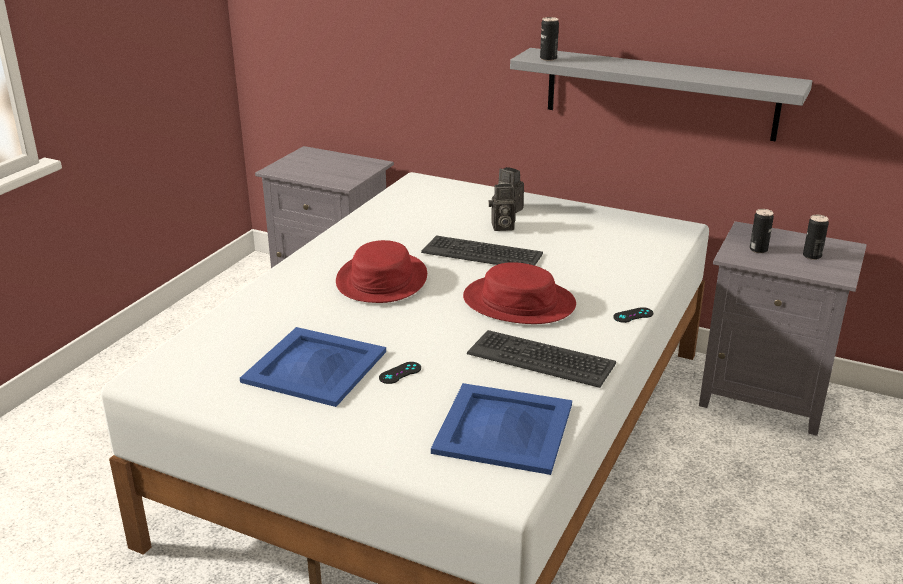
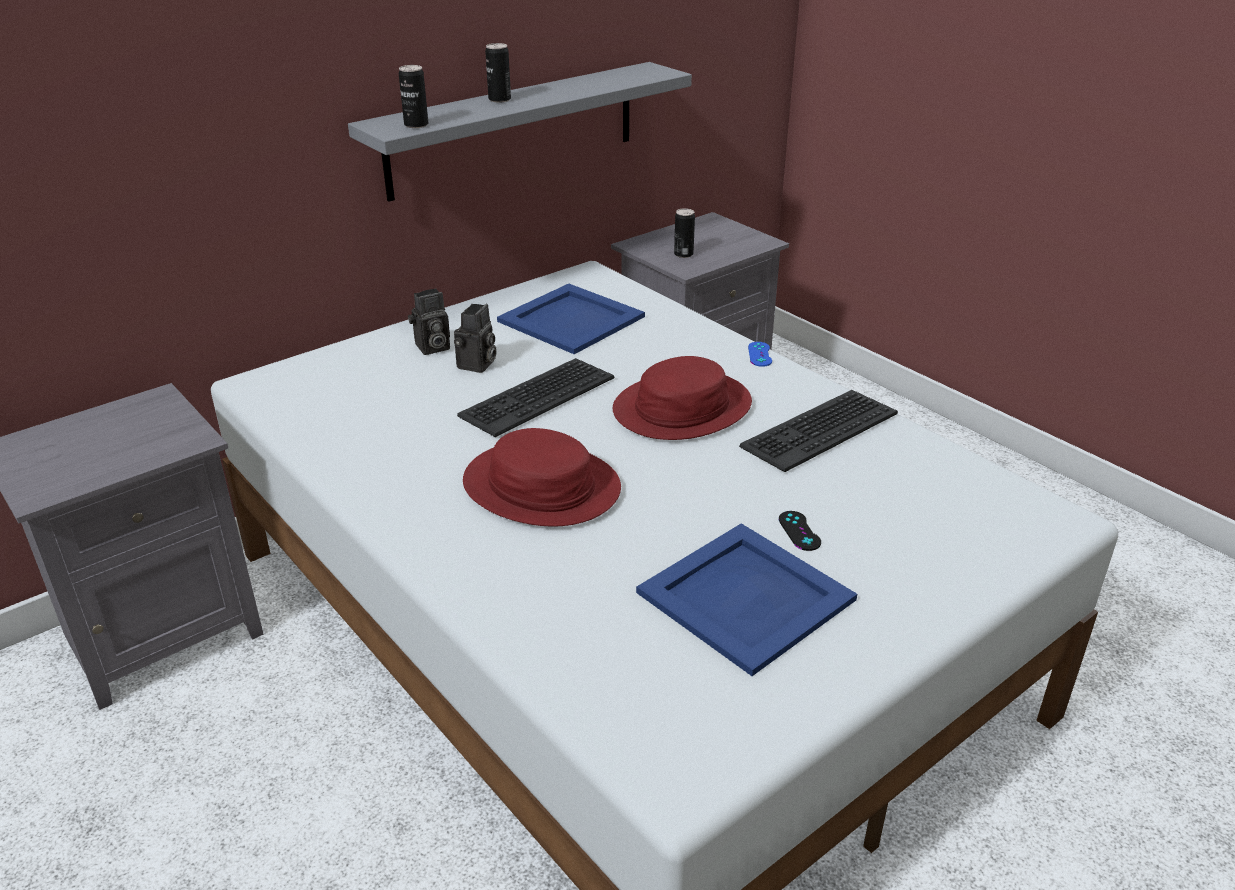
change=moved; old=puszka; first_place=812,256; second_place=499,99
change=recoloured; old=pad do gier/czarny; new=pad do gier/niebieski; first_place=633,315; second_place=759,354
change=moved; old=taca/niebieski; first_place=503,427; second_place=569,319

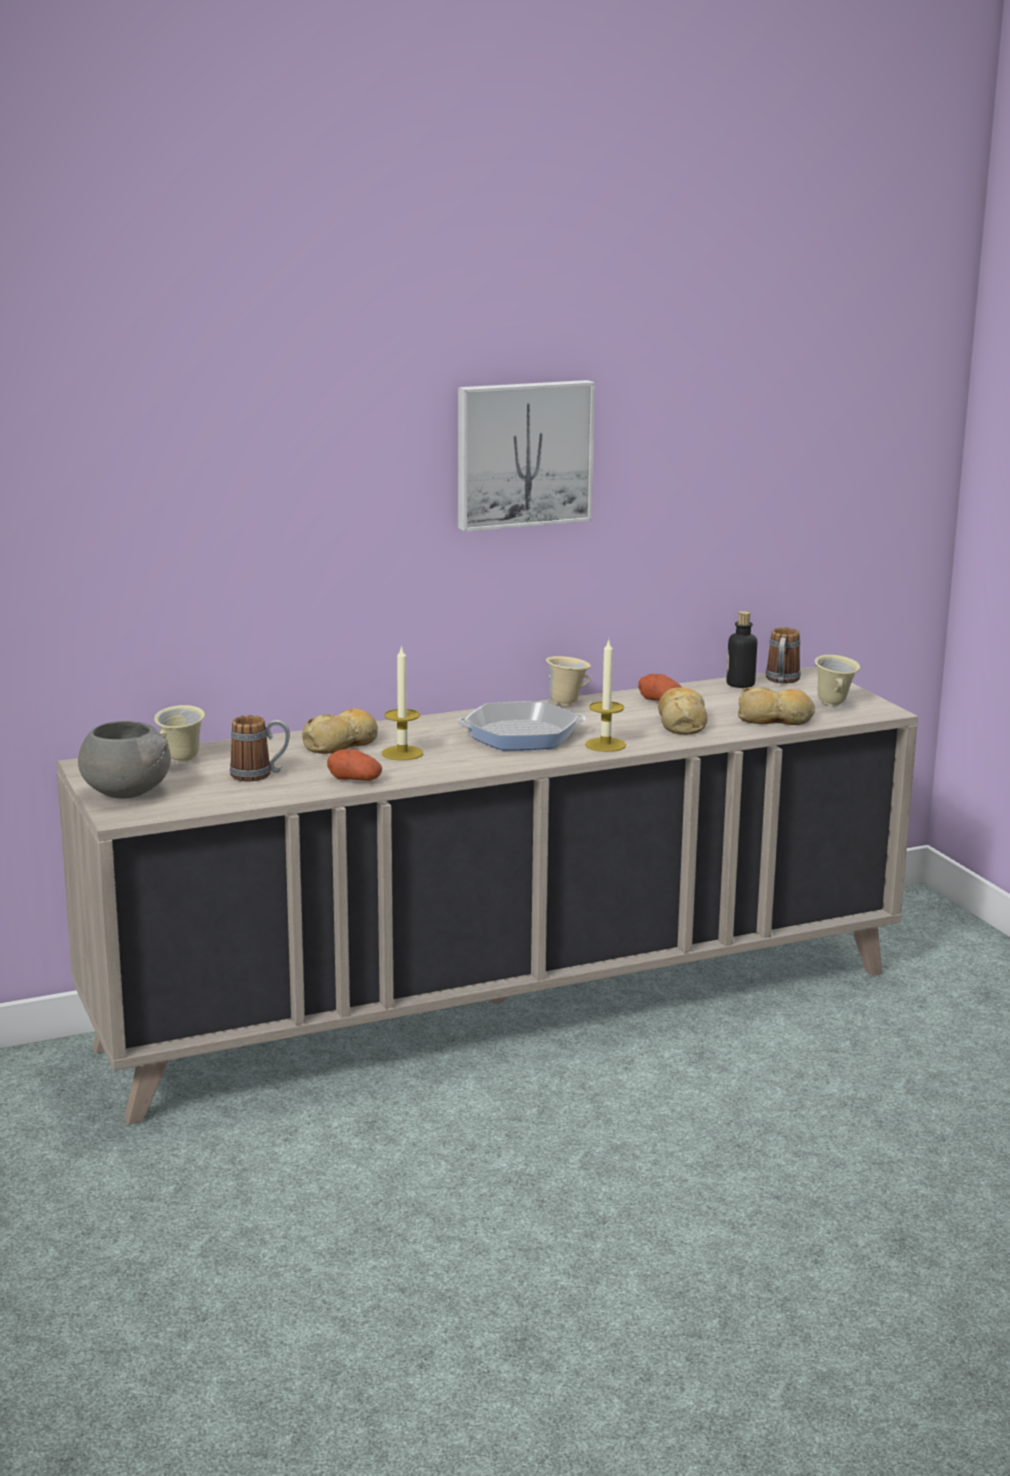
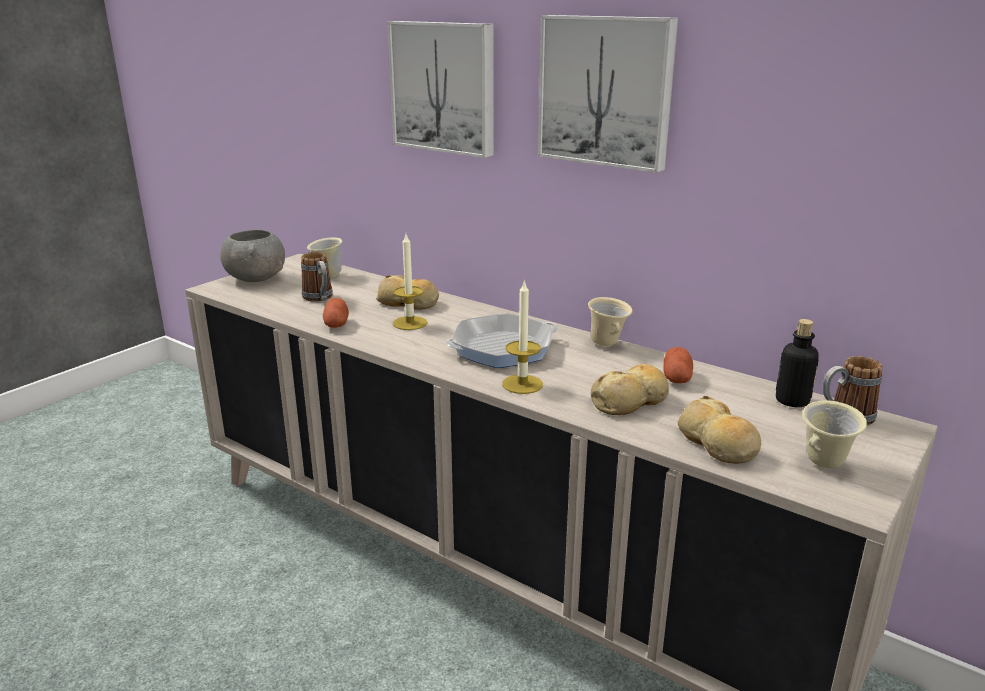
change=turned; old=patelnia; first_place=521,735; second_place=502,348; degrees=-75
change=added; new=obraz; second_place=445,87

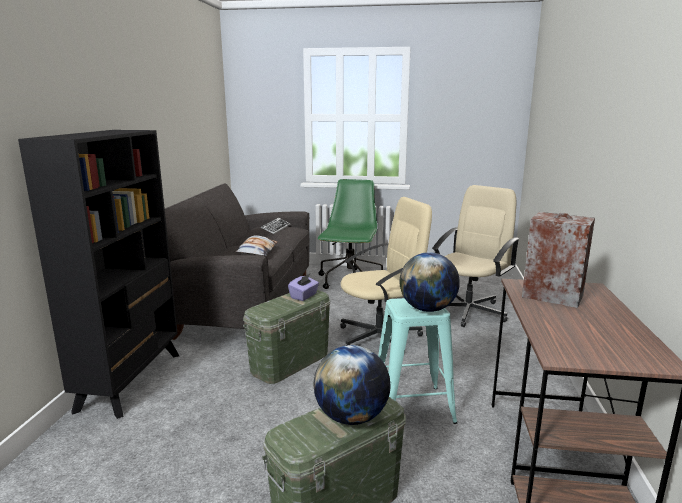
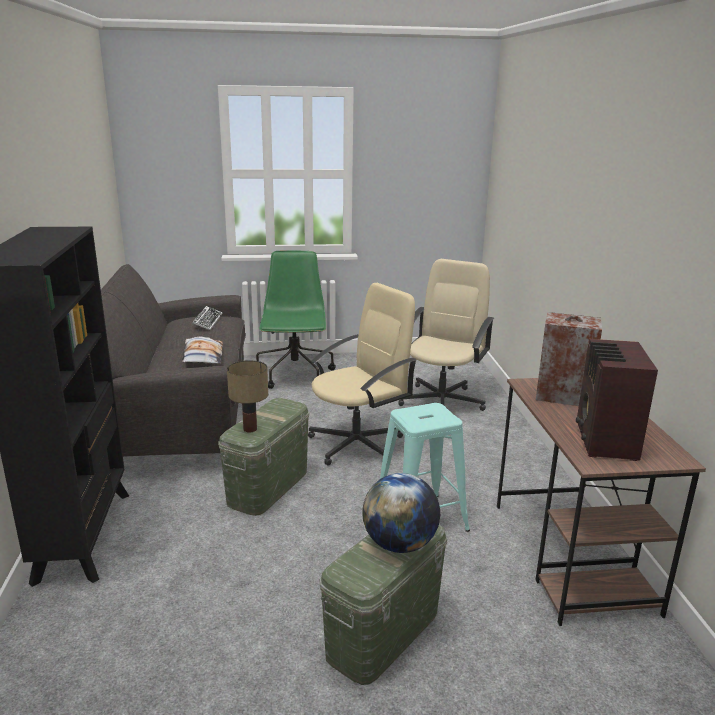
change=removed; old=globus; first_place=428,309
change=removed; old=pudełko chusteczek/fioletowy; first_place=304,296
change=added; new=radio; second_place=605,441
change=added; new=lampa stołowa; second_place=250,429

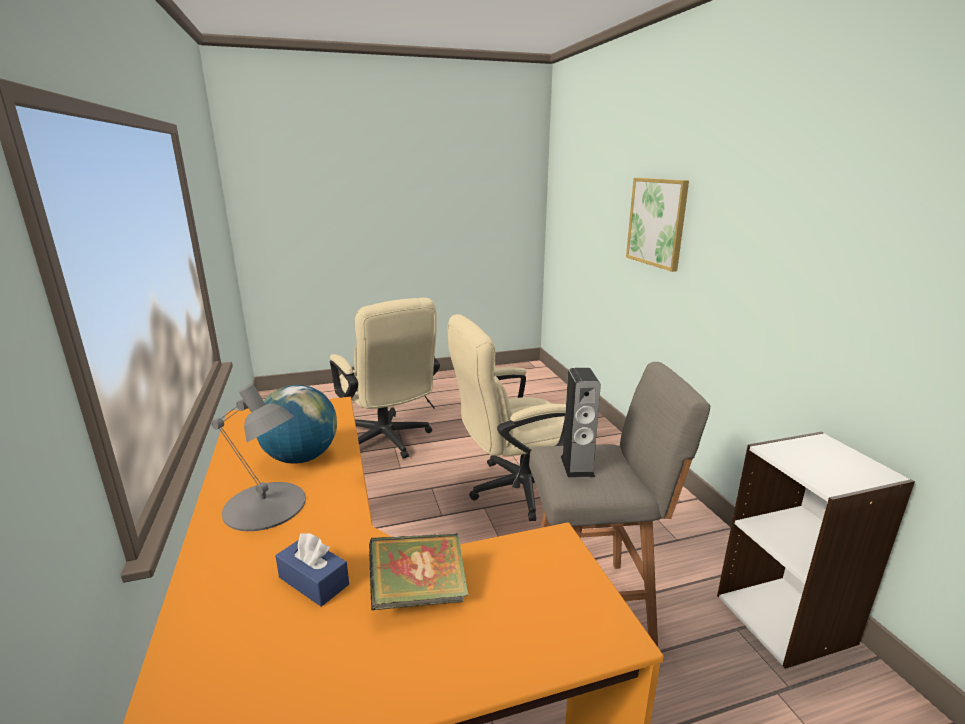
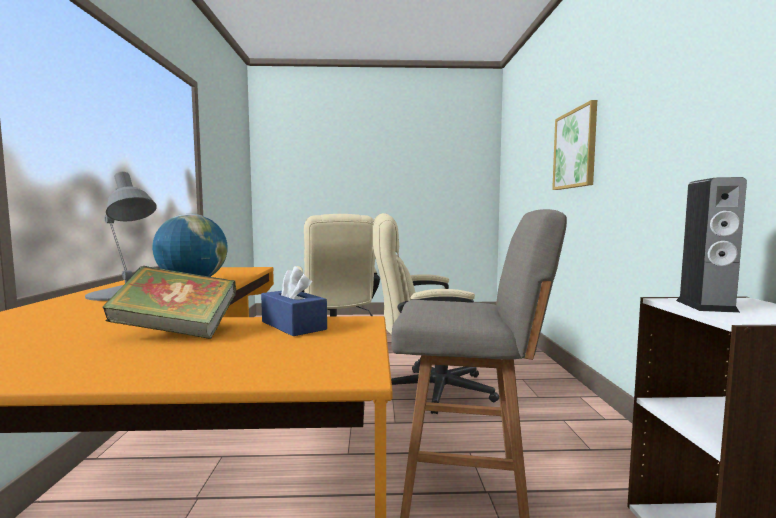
change=moved; old=głośnik; first_place=577,466; second_place=705,306
change=moved; old=pudełko chusteczek/niebieski; first_place=314,581; second_place=293,325

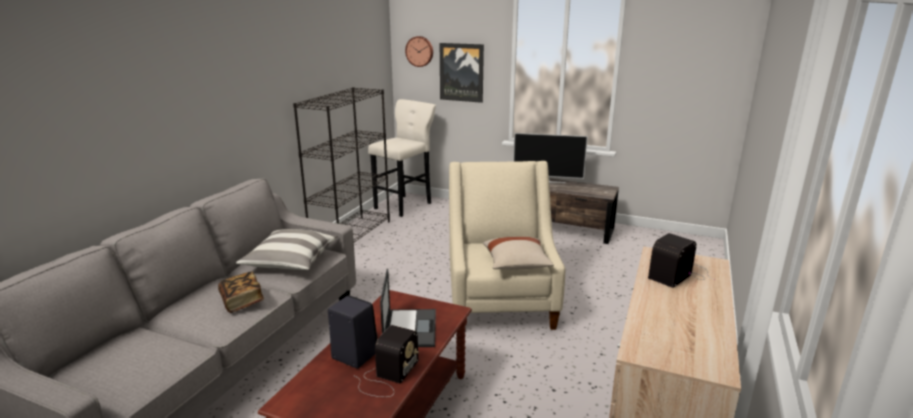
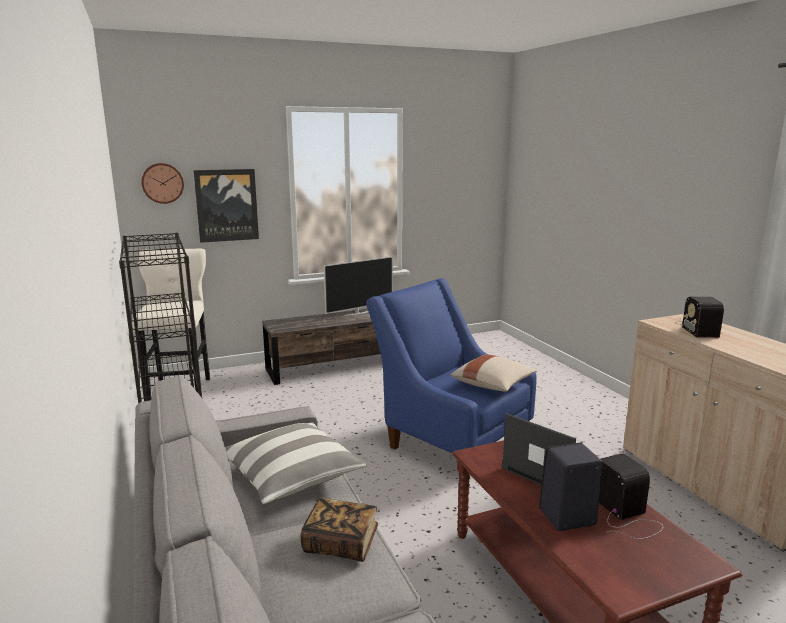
change=recoloured; old=fotel/beżowy; new=fotel/niebieski; first_place=500,302; second_place=450,440

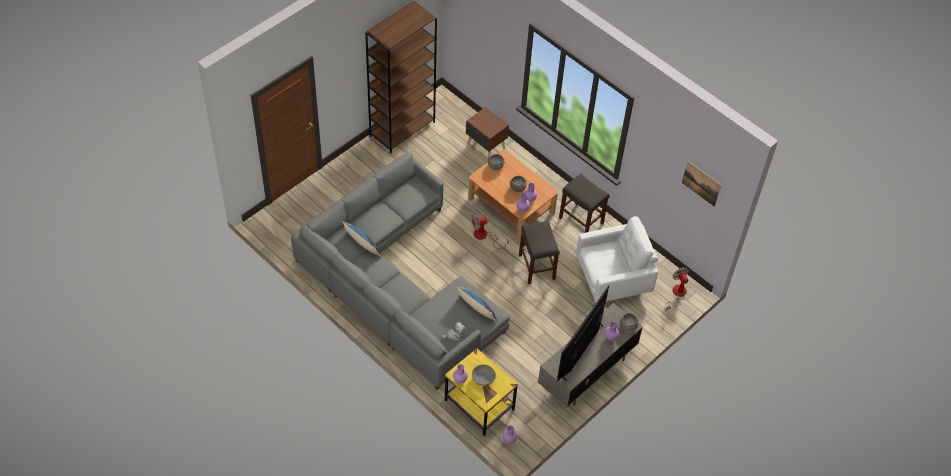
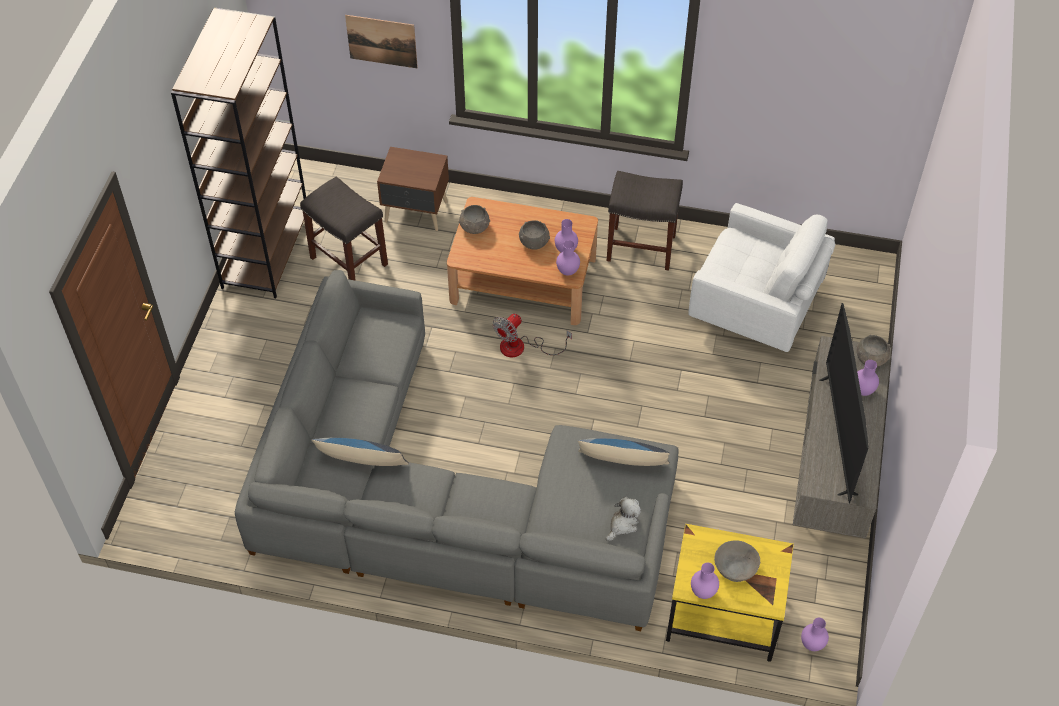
change=moved; old=obraz; first_place=701,183; second_place=381,41
change=turned; old=fotel/biały; first_place=613,279; second_place=755,308; degrees=75
change=moved; old=stołek/szary; first_place=537,267; second_place=350,261
change=removed; old=wentylator; first_place=677,294

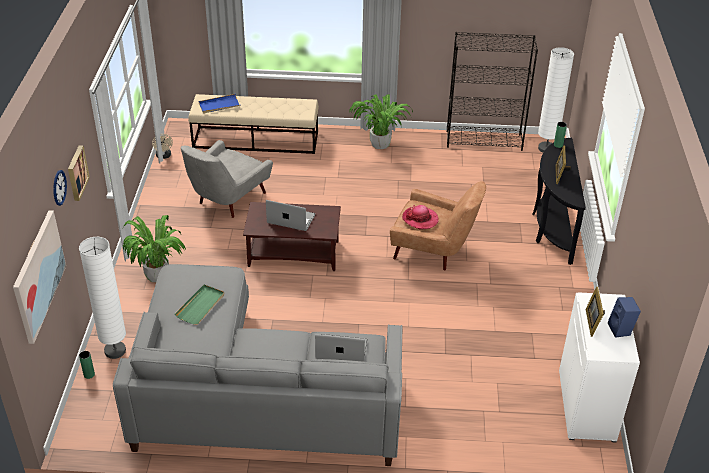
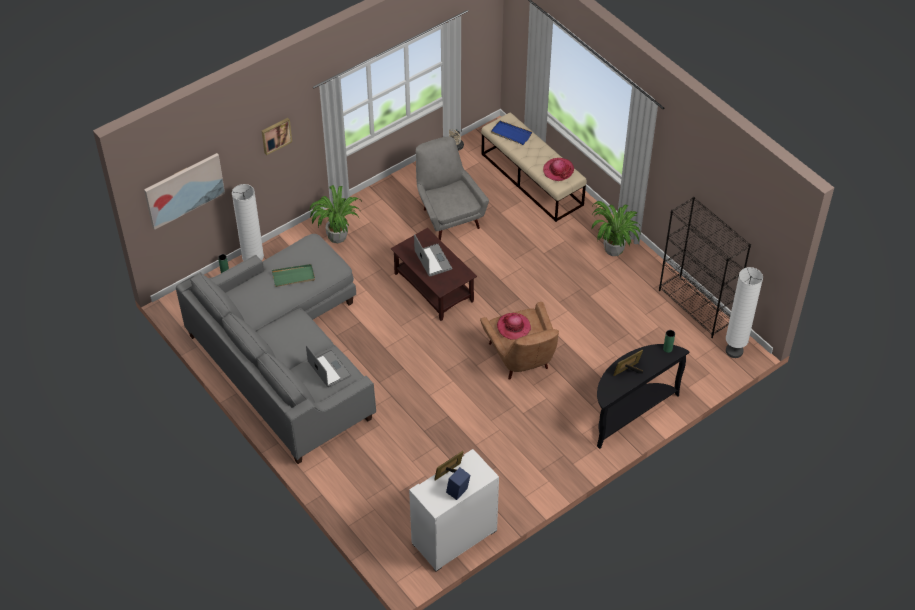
change=turned; old=fotel/szary; first_place=227,201; second_place=447,215; degrees=75
change=removed; old=zegar ścienny; first_place=59,187
change=added; new=kapelusz; second_place=558,170

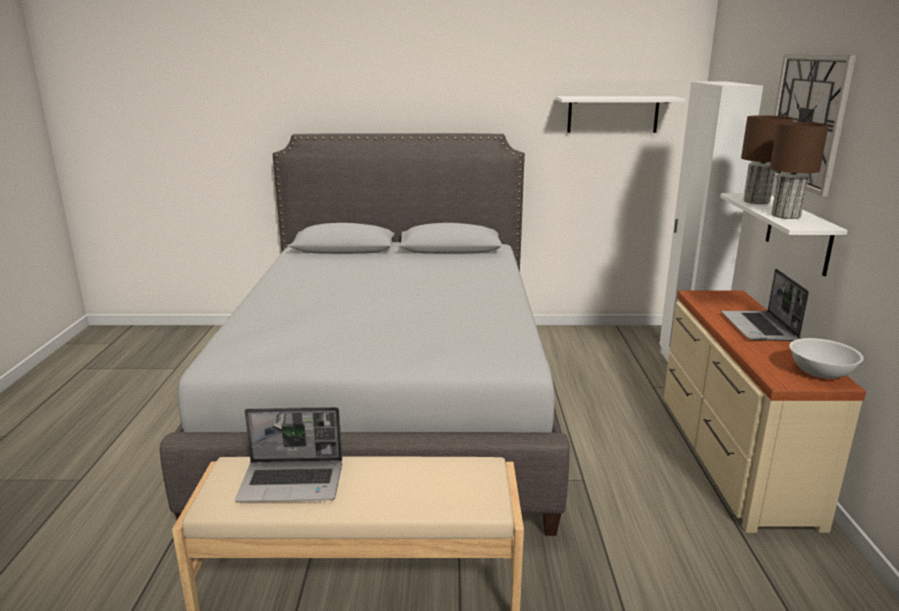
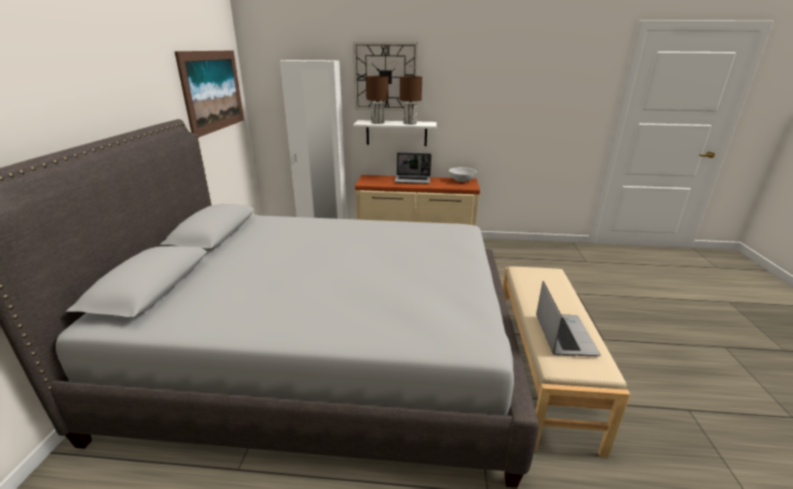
change=replaced; old=półka/biały; new=obraz; first_place=613,114; second_place=213,91

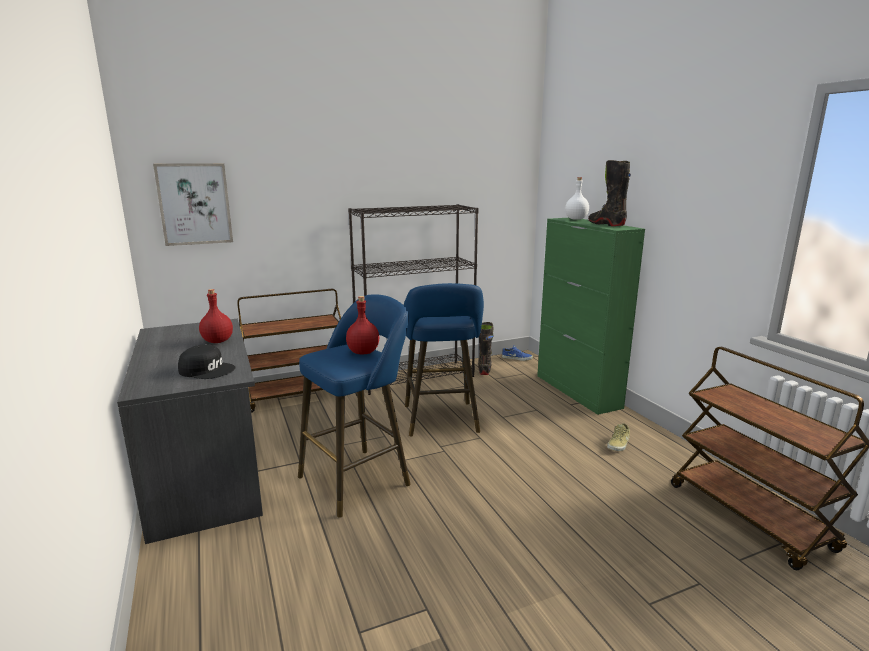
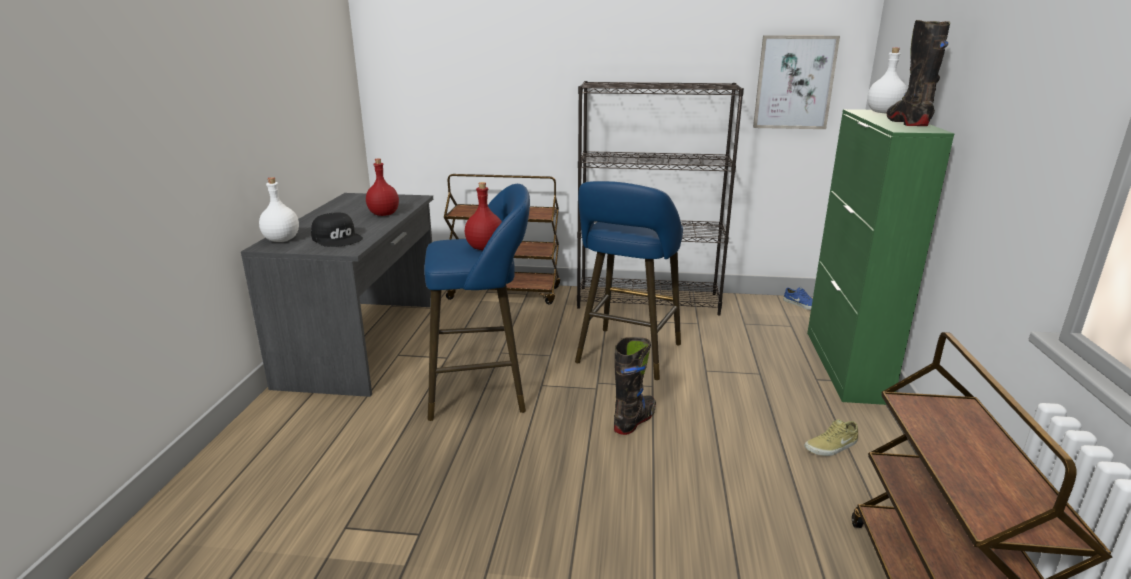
change=moved; old=obraz; first_place=194,204; second_place=794,82
change=moved; old=but z cholewką/czarny; first_place=484,369; second_place=635,420
change=added; new=butelka/biały; second_place=282,240

